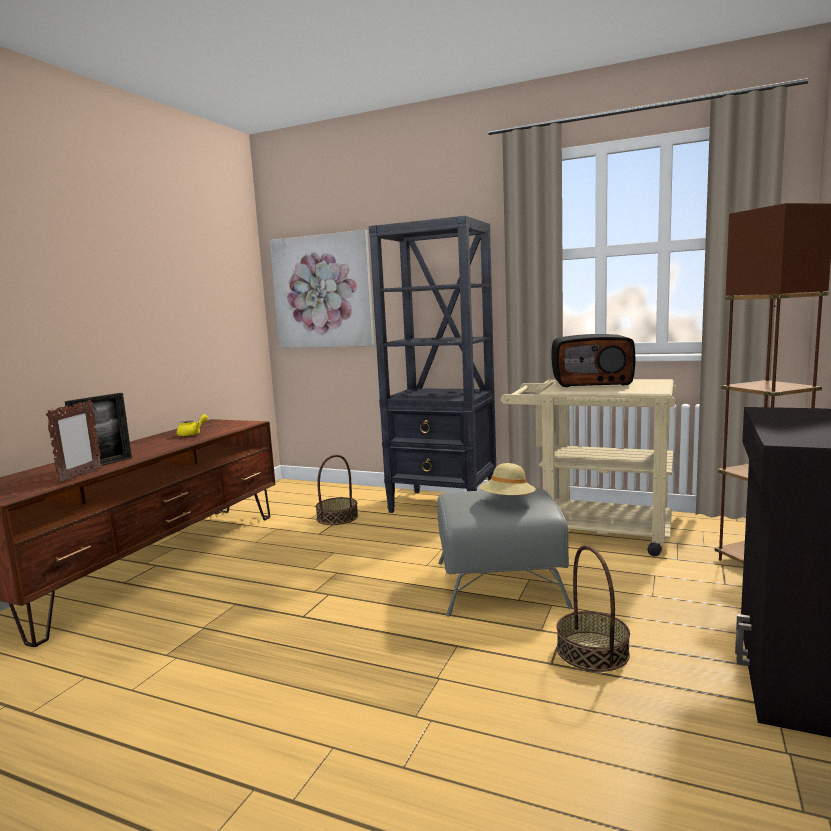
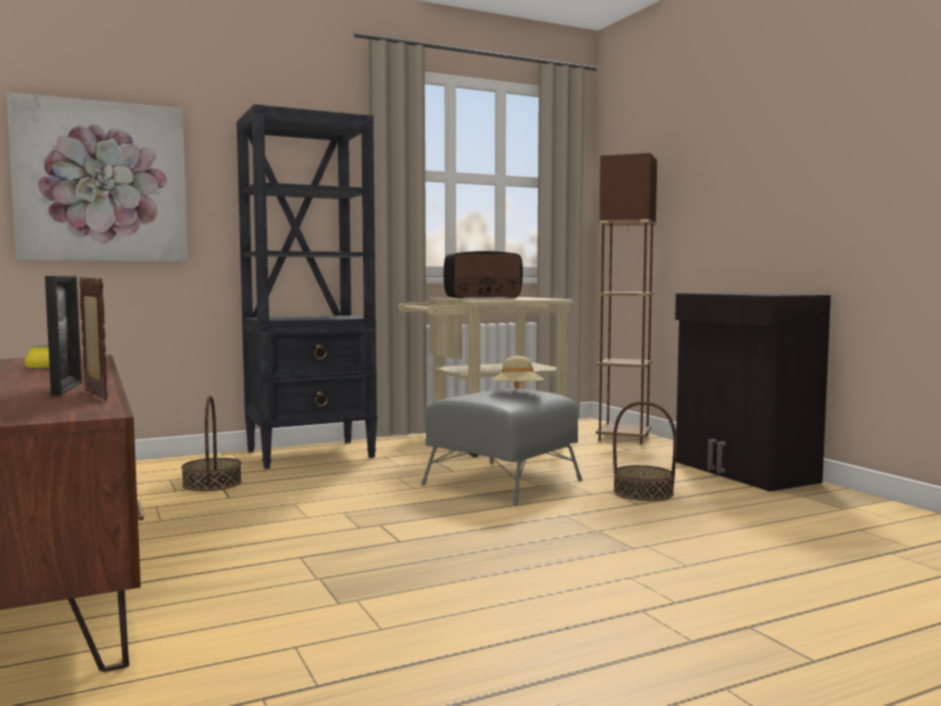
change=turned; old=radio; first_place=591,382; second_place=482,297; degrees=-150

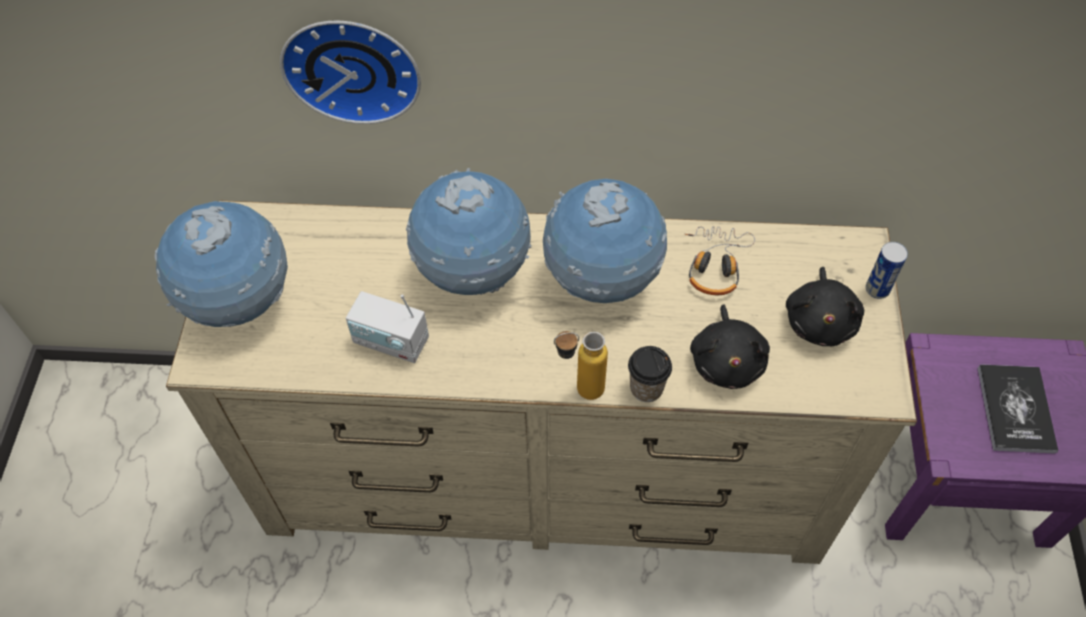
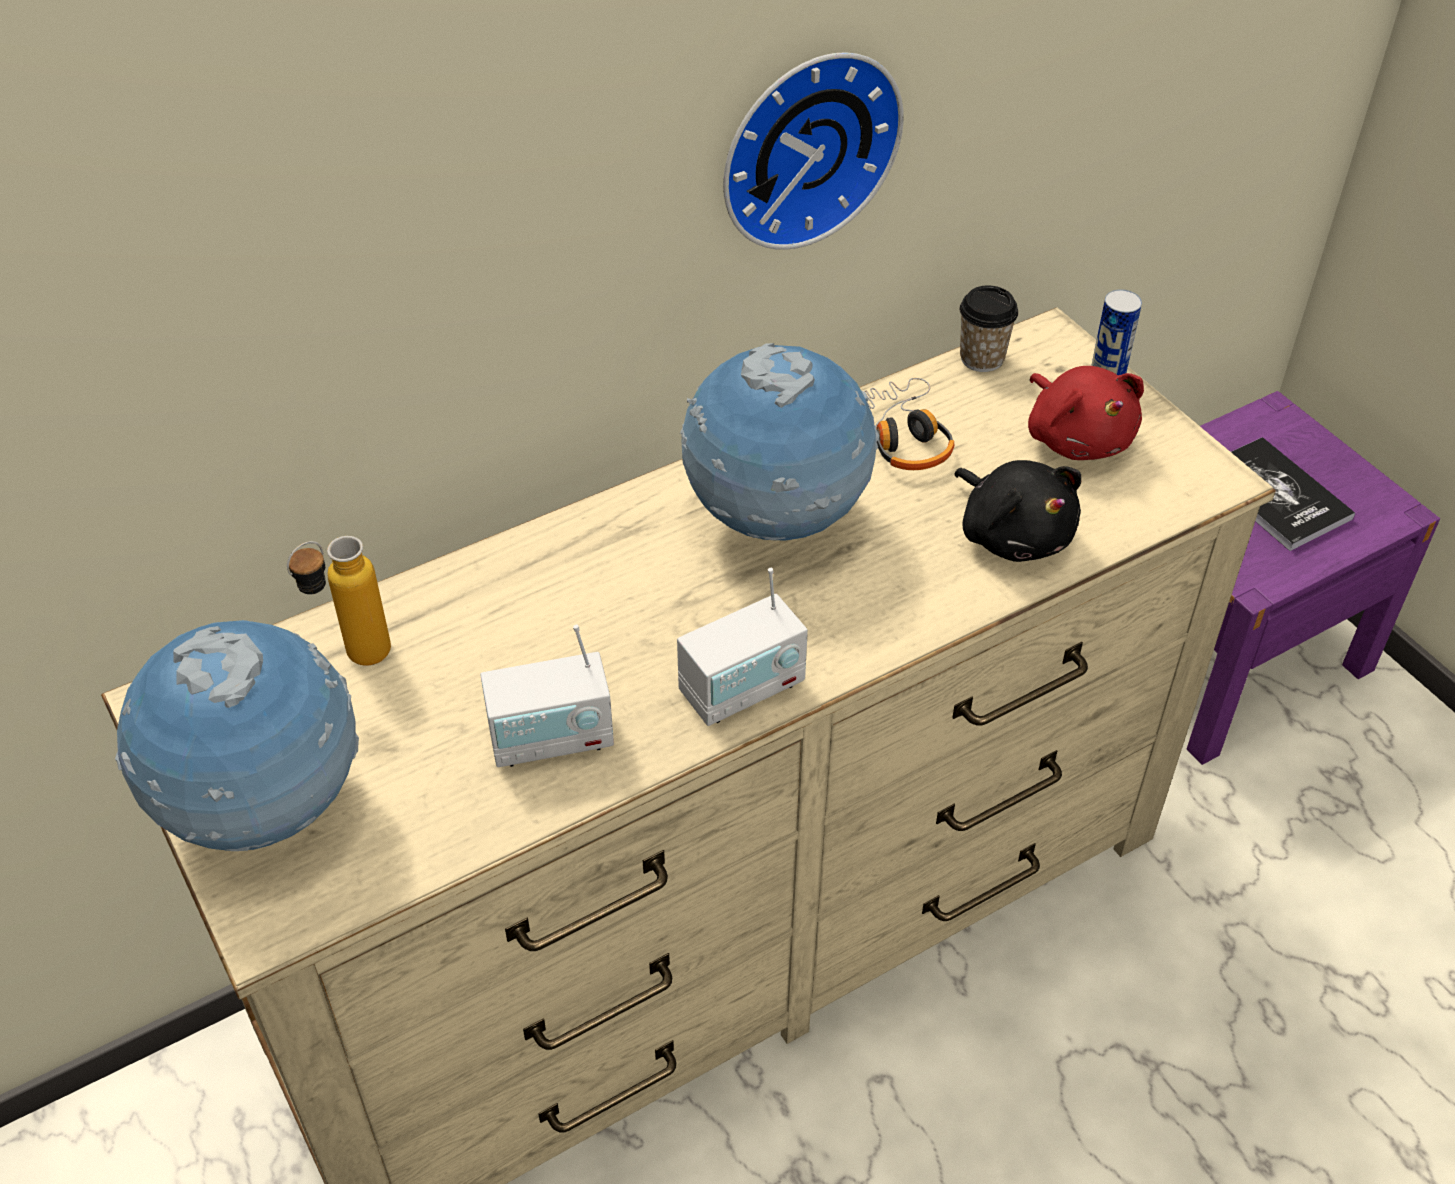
change=moved; old=zegar ścienny; first_place=352,66; second_place=804,145
change=removed; old=globus; first_place=473,273
change=recoloured; old=pluszak/czarny; new=pluszak/czerwony; first_place=820,321; second_place=1077,437
change=moved; old=butelka; first_place=579,390; second_place=353,661
change=moved; old=filiżanka; first_place=646,388; second_place=982,358
change=added; new=radio; second_place=743,689

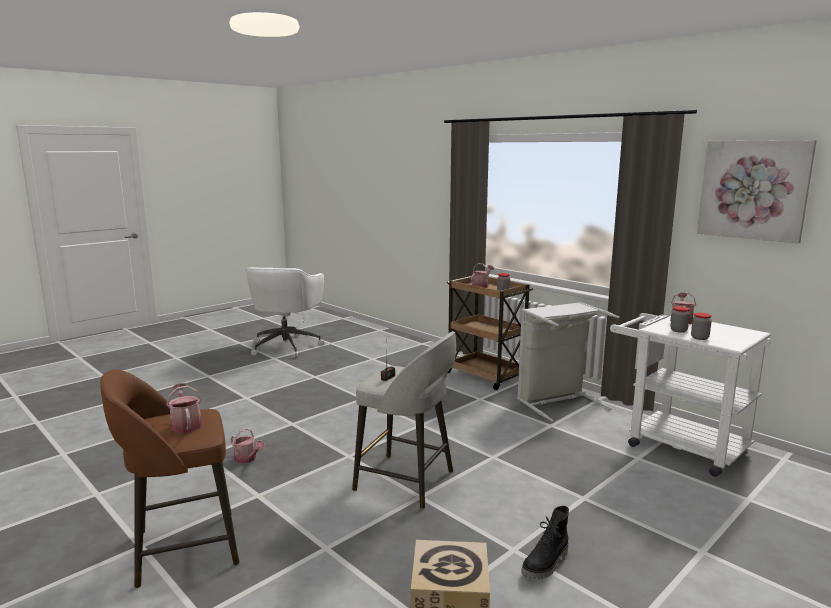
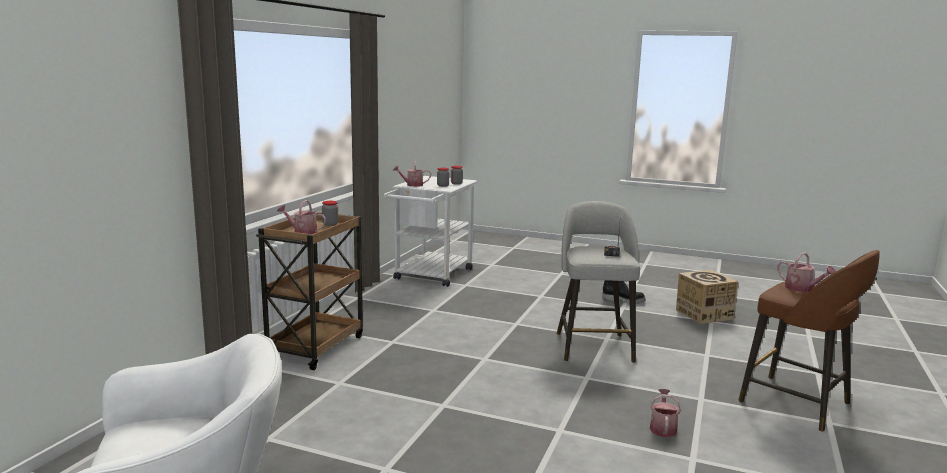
change=removed; old=obraz; first_place=753,190
change=removed; old=kosz na pranie/szary; first_place=557,401
change=turned; old=konewka; first_place=185,424; second_place=802,289; degrees=-75

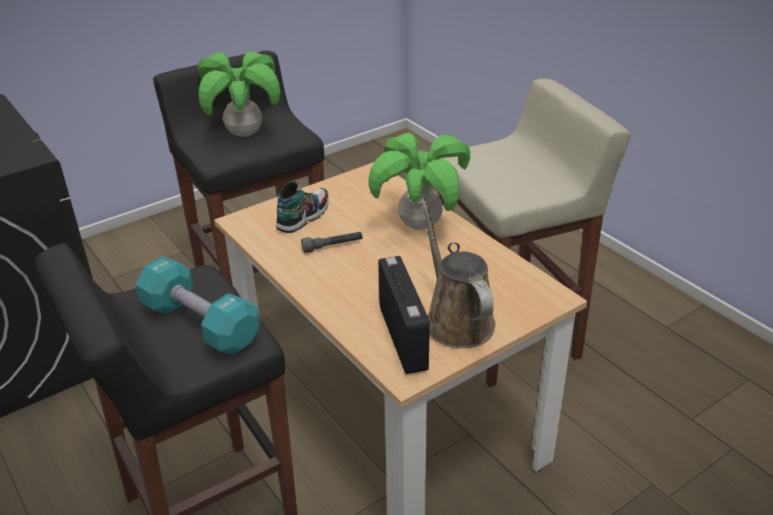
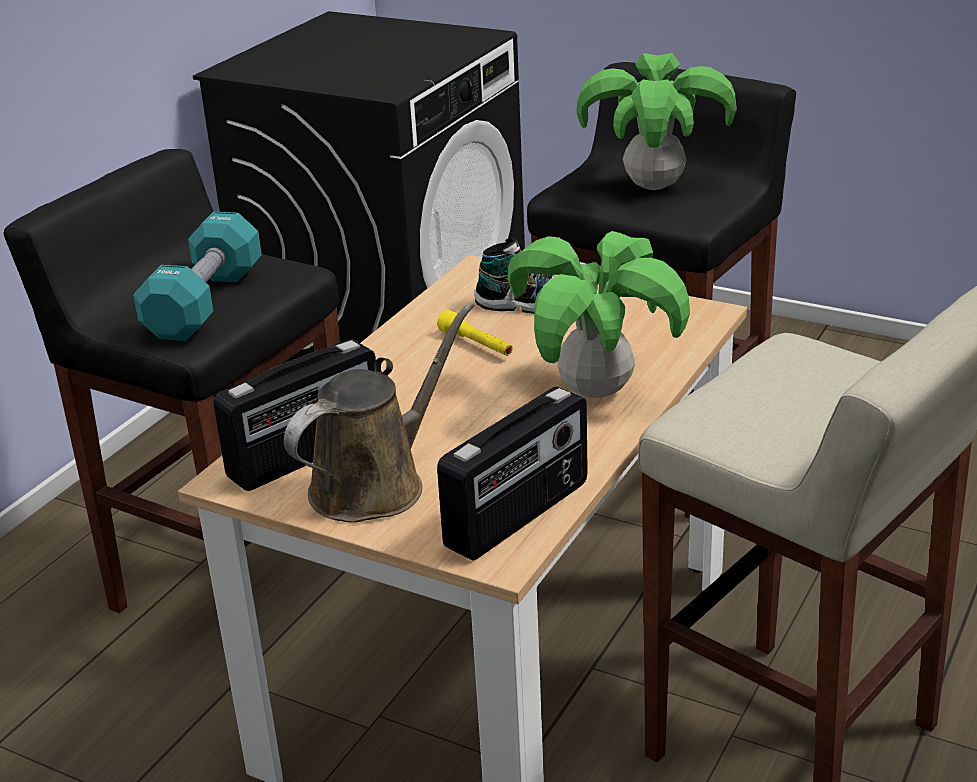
change=recoloured; old=latarka/szary; new=latarka/żółty; first_place=332,246; second_place=476,345
change=added; new=radio; second_place=519,516

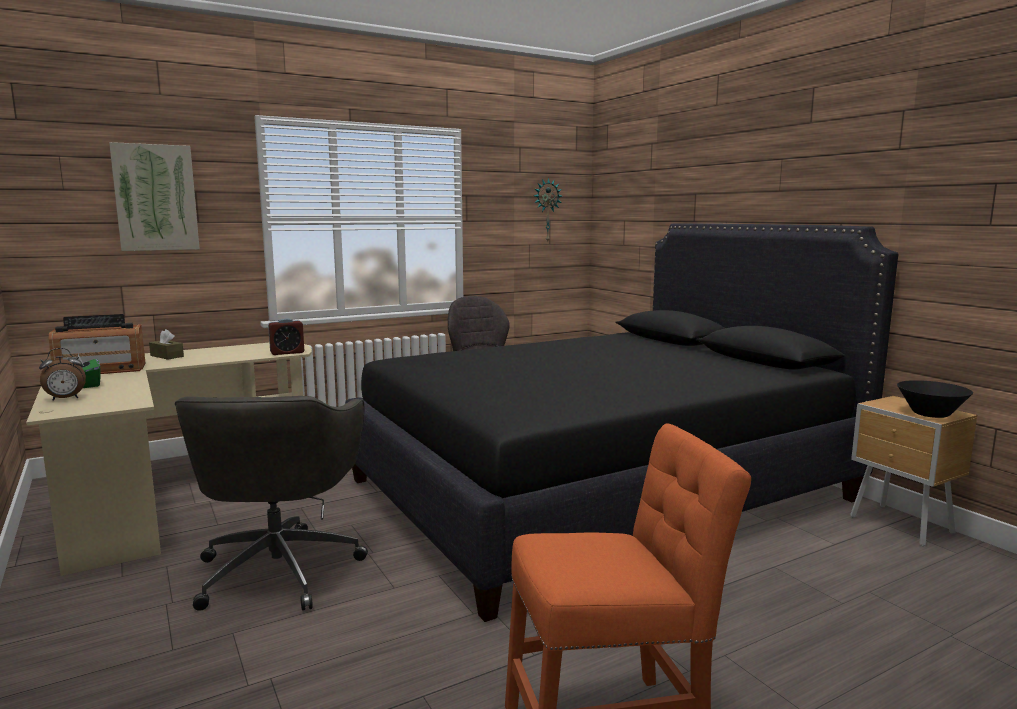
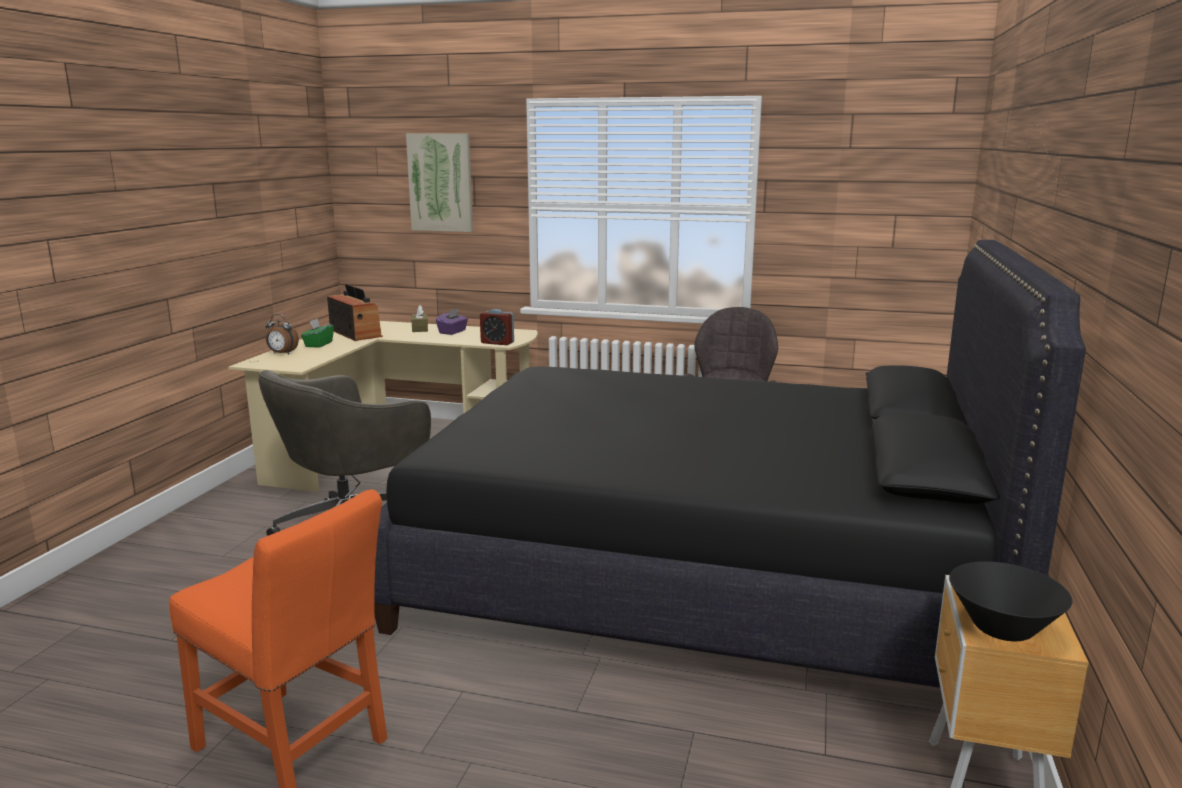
change=removed; old=zegar ścienny; first_place=546,210
change=turned; old=radio; first_place=101,370; second_place=355,333; degrees=-150
change=added; new=pudełko chusteczek/fioletowy; second_place=453,332

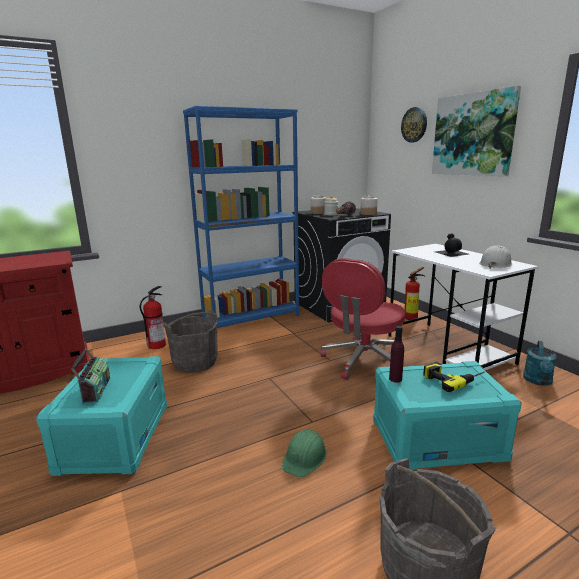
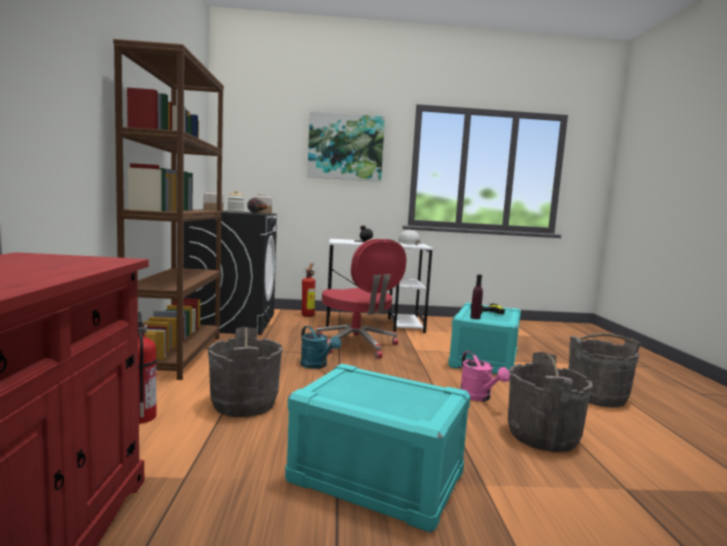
change=recoloured; old=regał/niebieski; new=regał/brązowy; first_place=251,318; second_place=176,355
change=removed; old=zegar ścienny; first_place=414,125
change=moved; old=konewka/turkusowy; first_place=538,381; second_place=317,365
change=removed; old=radio; first_place=95,390
change=replaced; old=kask/zielony; new=konewka/różowy; first_place=305,457; second_place=479,397
change=added; new=wiadro/szary; second_place=543,436

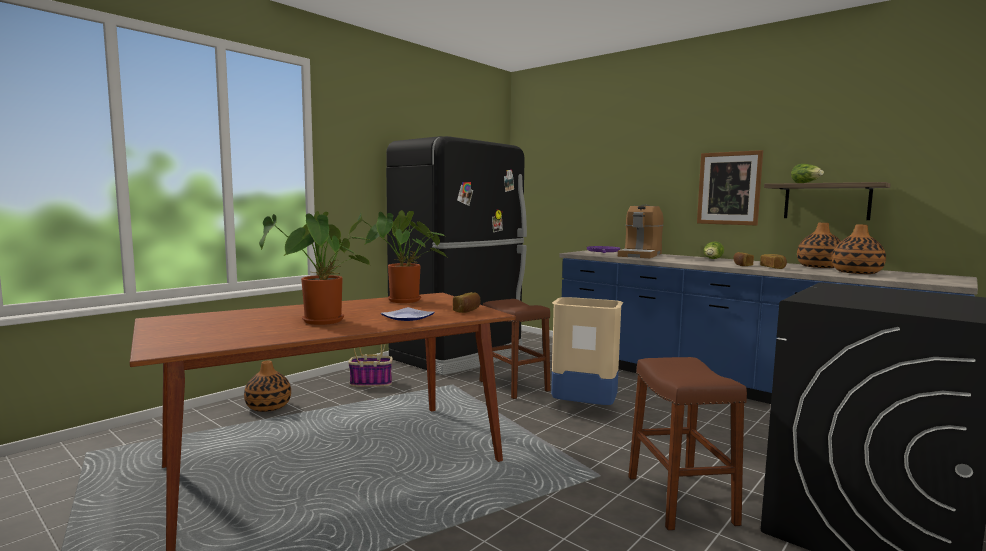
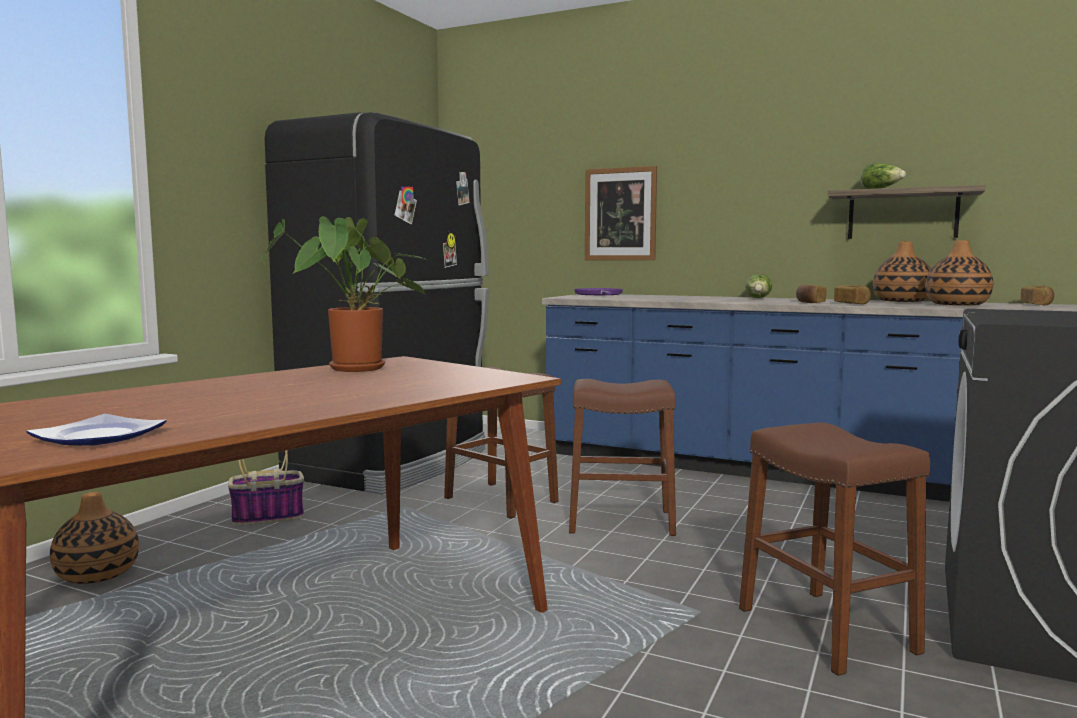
change=moved; old=obraz; first_place=729,188; second_place=620,214
change=removed; old=ekspres do kawy; first_place=640,255
change=removed; old=roślina doniczkowa; first_place=323,322
change=moved; old=chleb; first_place=467,310; second_place=1037,305
change=replaced; old=kosz na śmieci/beżowy; new=stołek/brązowy; first_place=584,408; second_place=621,521
change=moved; old=talerz; first_place=409,317; second_place=102,437

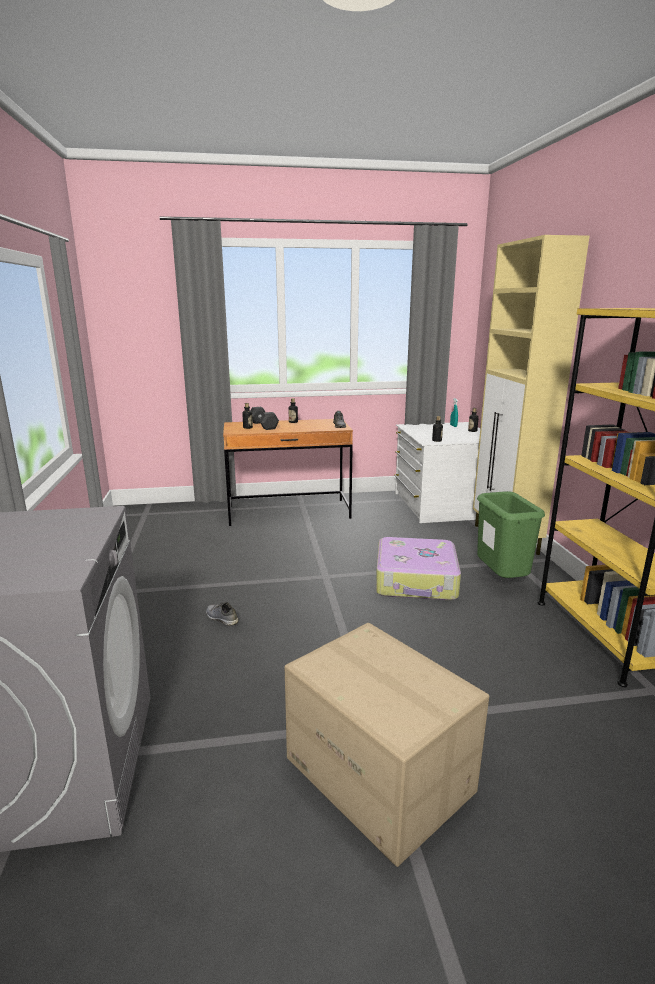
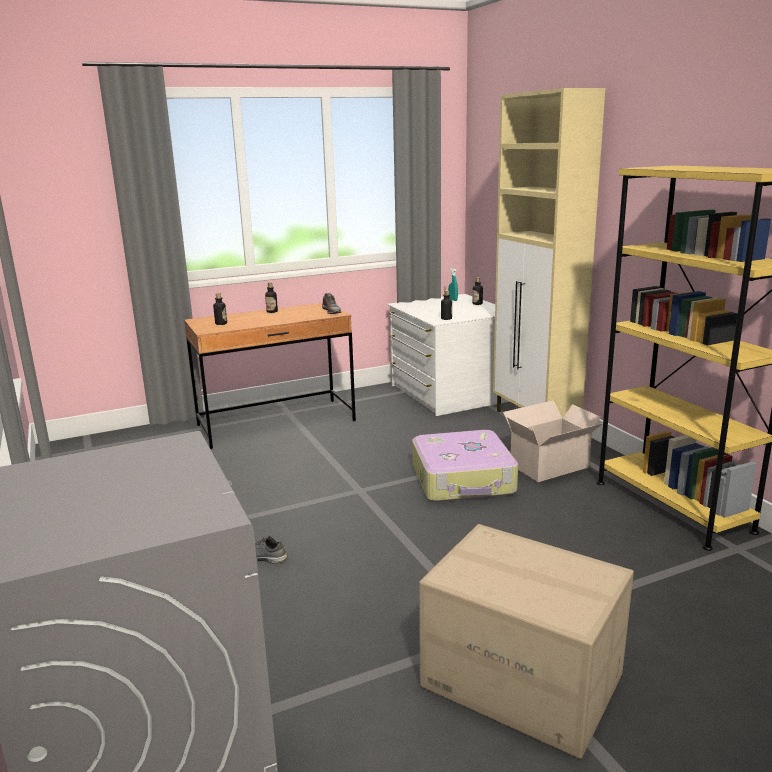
change=removed; old=hantel/czarny; first_place=263,425
change=replaced; old=kosz na śmieci/zielony; new=karton; first_place=501,580; second_place=551,466

